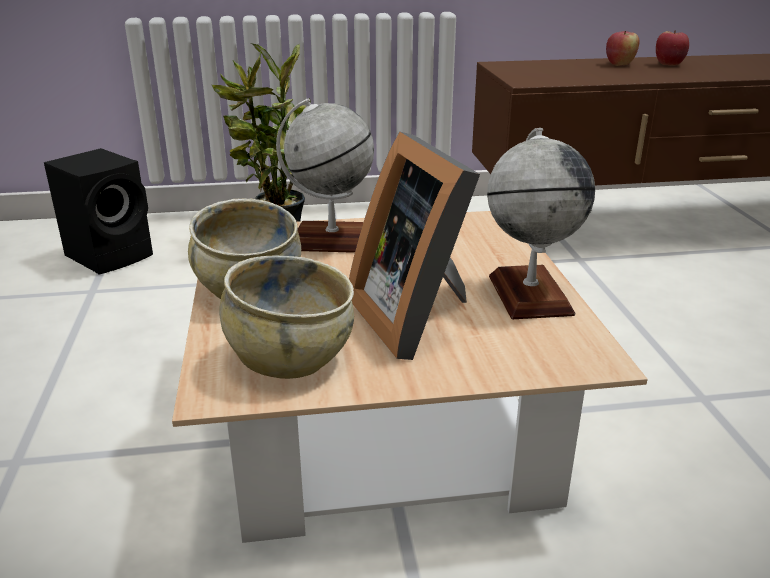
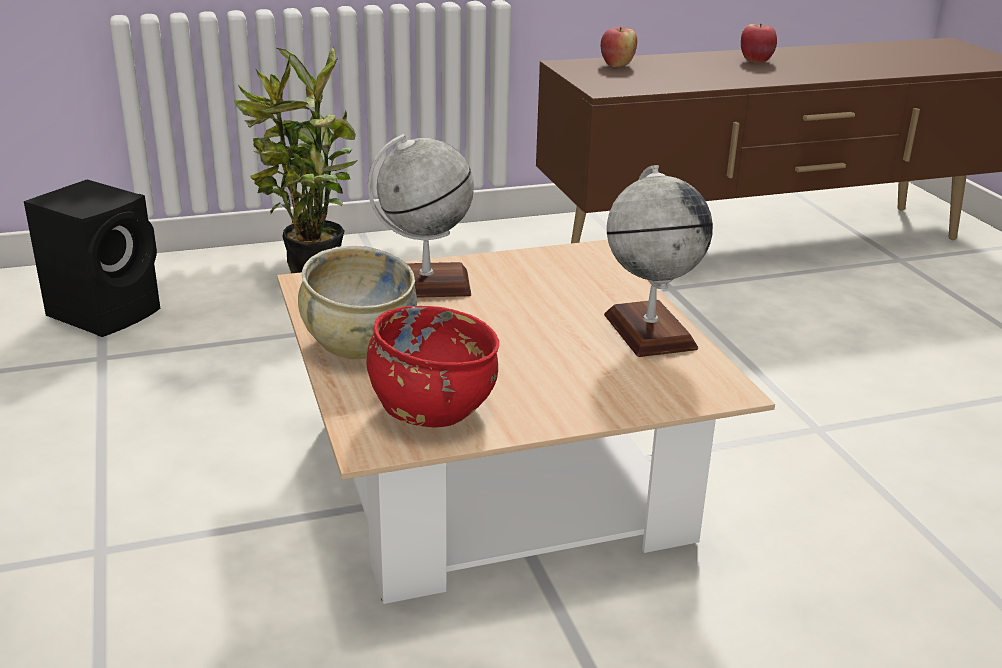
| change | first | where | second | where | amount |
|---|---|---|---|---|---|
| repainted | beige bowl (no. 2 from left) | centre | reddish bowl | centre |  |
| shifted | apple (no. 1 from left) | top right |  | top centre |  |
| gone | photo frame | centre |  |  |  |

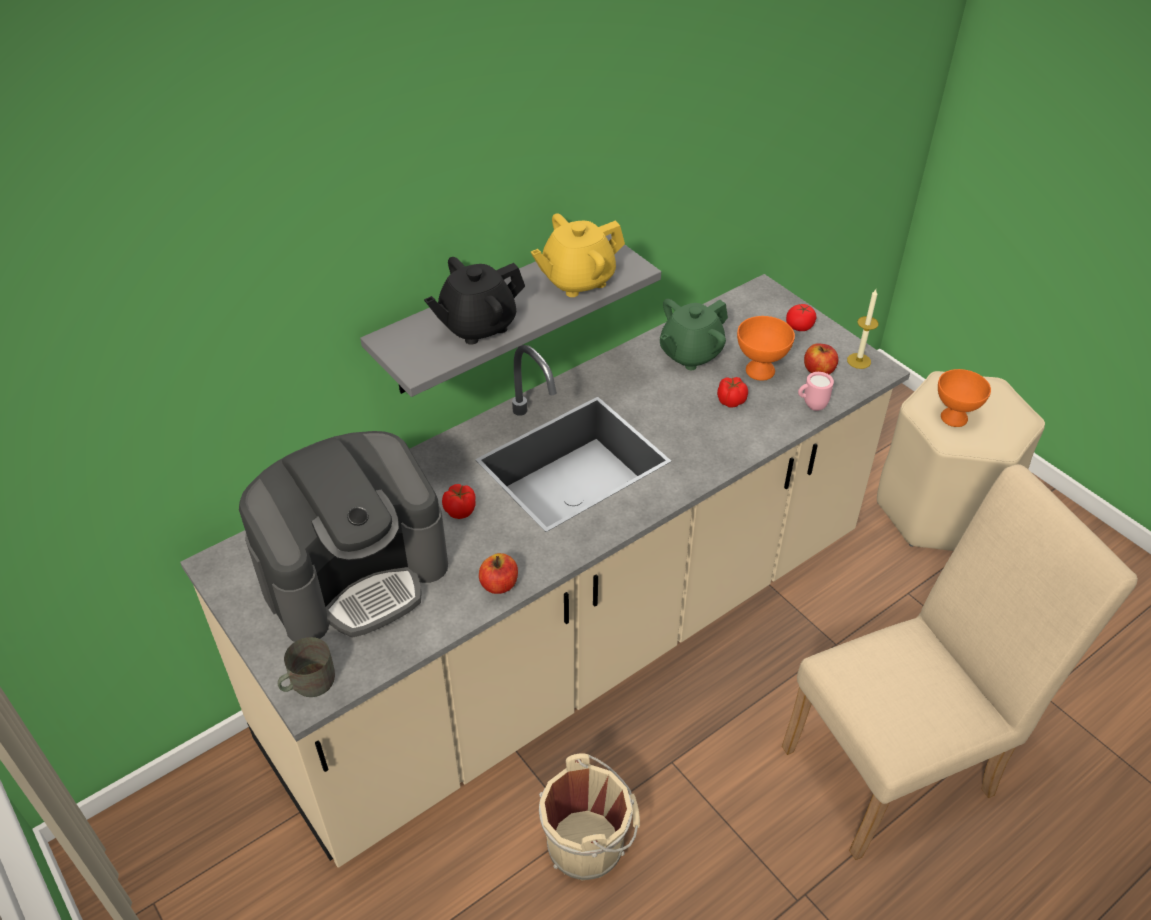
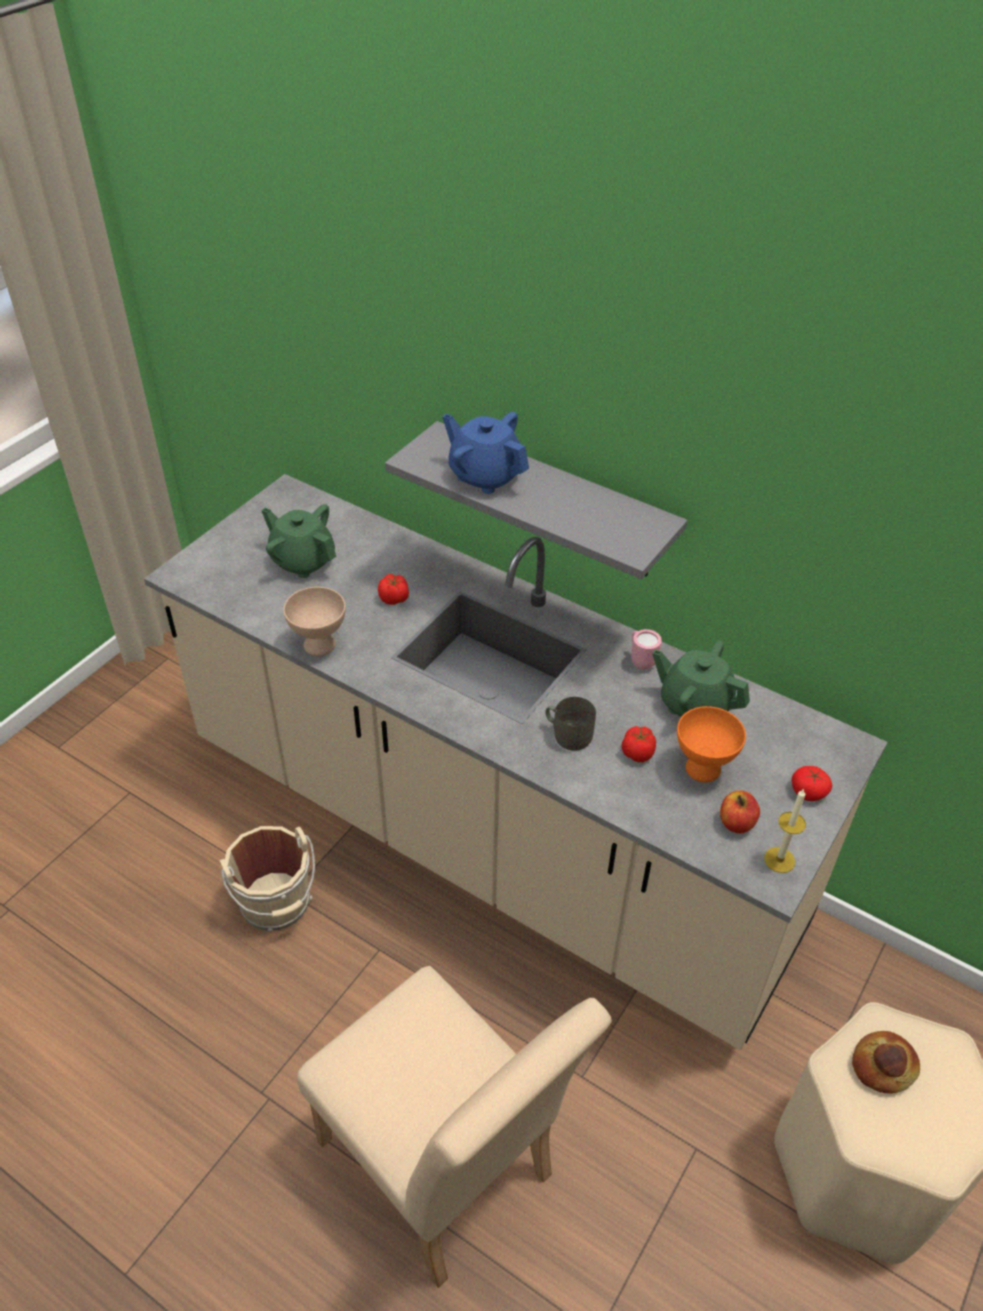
| change | first | where | second | where | amount |
|---|---|---|---|---|---|
| swapped | coffee maker | middle left | green teapot (no. 1 from left) | middle left |  |
| swapped | apple (no. 1 from left) | centre | beige bowl | middle left |  |
| repainted | black-coloured teapot | top centre | bluish teapot | centre |  |
| shifted | grey mug | bottom left |  | centre |  |
| shifted | pinkish mug | middle right |  | centre |  |
| swapped | orangey bowl (no. 2 from left) | middle right | bakery bread | bottom right |  |
| gone | yellow-coloured teapot | top centre |  |  |  |

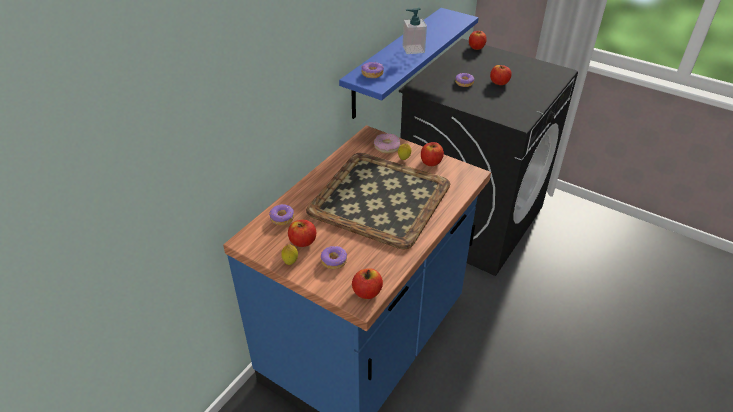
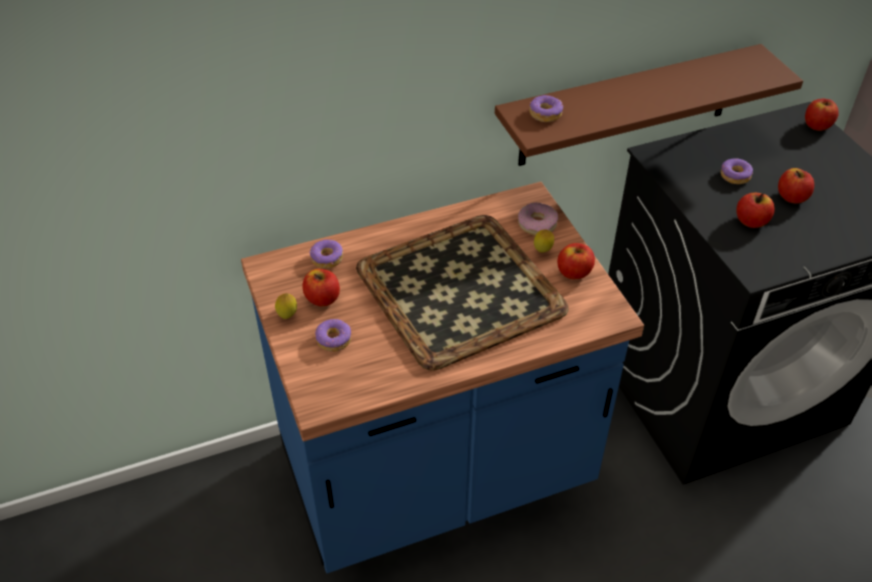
| change | first | where | second | where | amount |
|---|---|---|---|---|---|
| repainted | bluish shelf | top centre | brownish shelf | top right |  |
| shifted | apple (no. 2 from left in the first image) | bottom centre | apple (no. 3 from left) | middle right |  |
| gone | soap bottle | top centre |  |  |  |

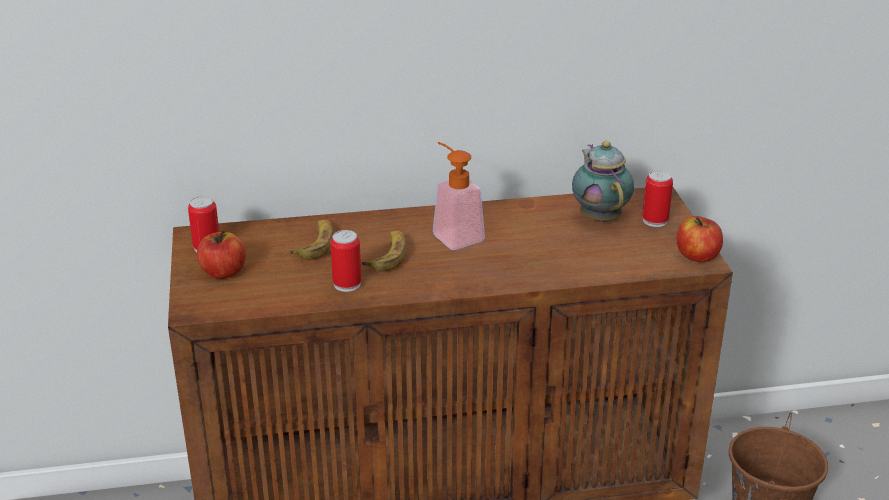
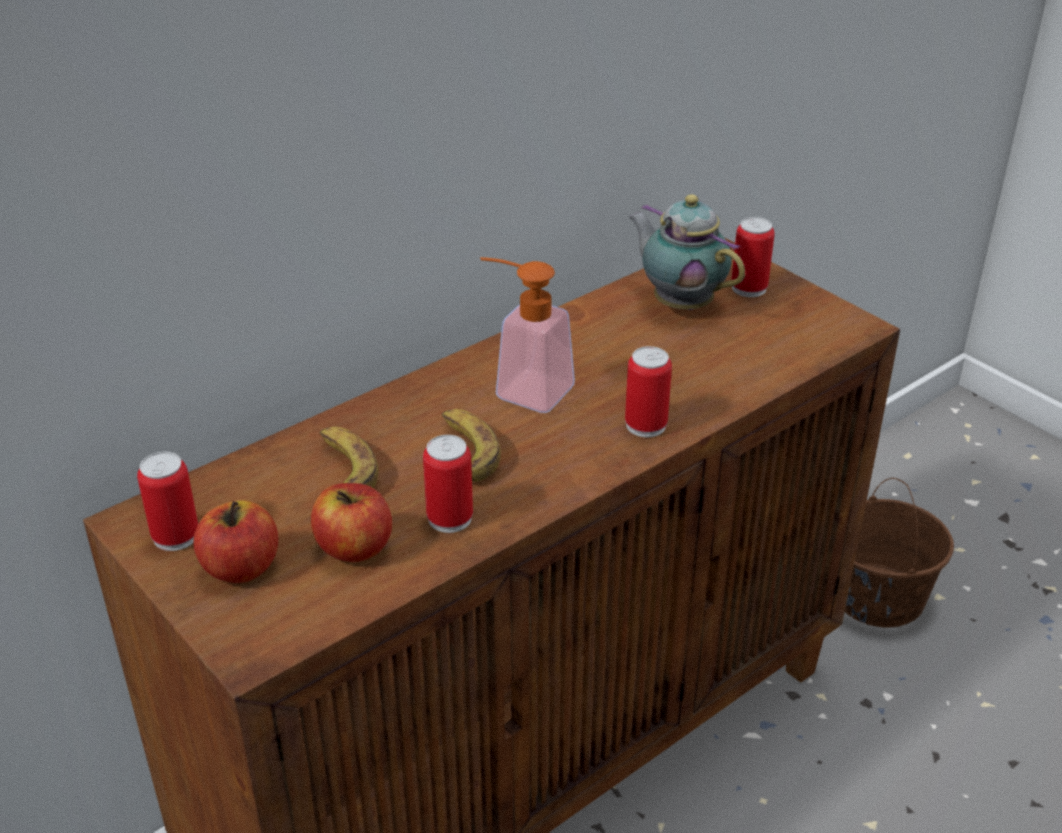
| change | first | where | second | where | amount |
|---|---|---|---|---|---|
| shifted | apple (no. 2 from left) | middle right |  | middle left |  |
| new |  |  | metal can (no. 3 from left) | centre |  |

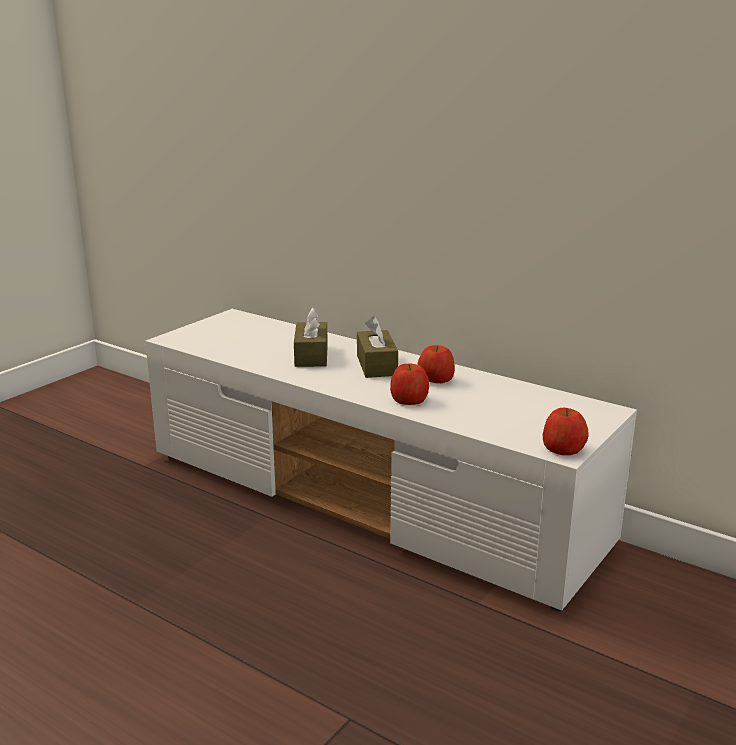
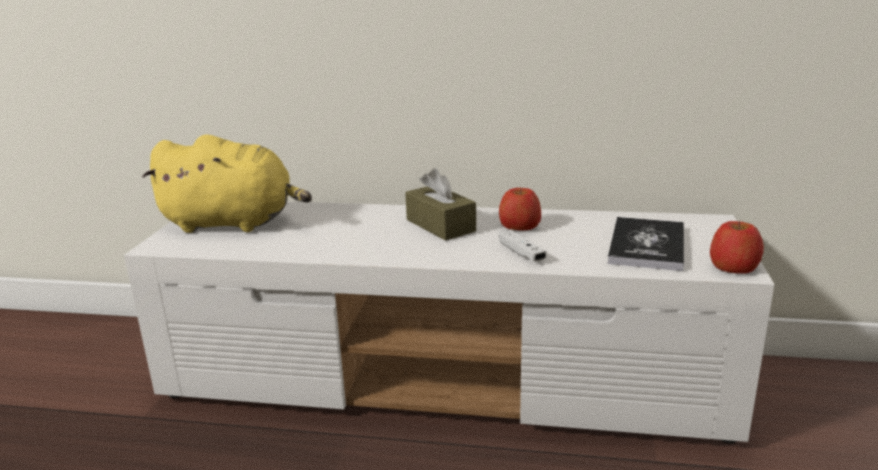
| change | first | where | second | where | amount |
|---|---|---|---|---|---|
| new |  |  | yellow-coloured soft toy | middle left |  |
| swapped | apple (no. 1 from left) | centre | white game controller | centre |  |
| new |  |  | volume | middle right |  |
| gone | brownish tissue box (no. 1 from left) | centre |  |  |  |

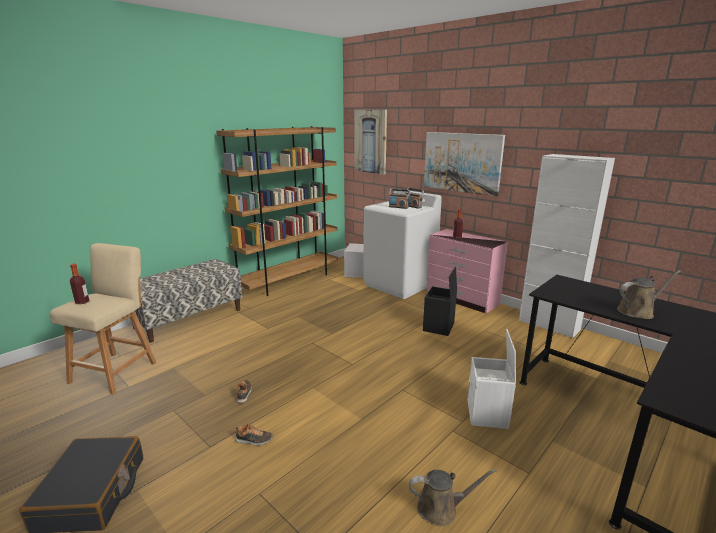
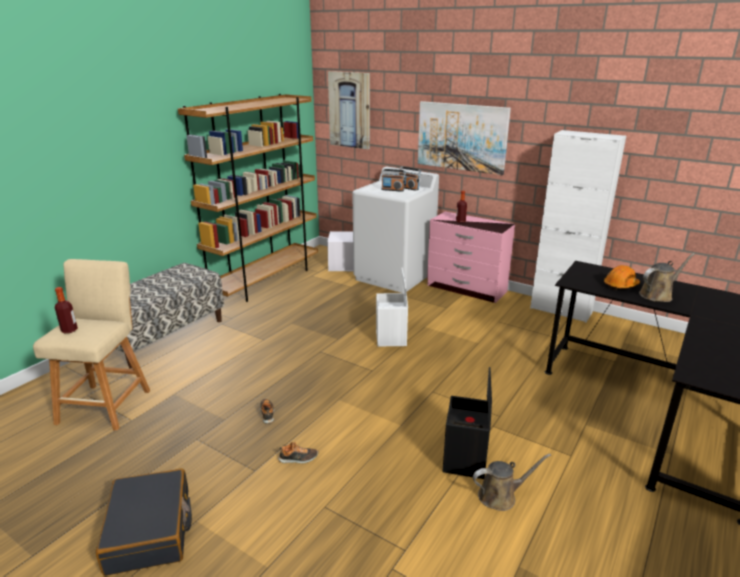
| change | first | where | second | where | amount |
|---|---|---|---|---|---|
| shifted | white storage bin (no. 2 from left) | bottom right |  | centre |  |
| shifted | black-coloured storage bin | centre |  | bottom centre |  |
| new |  |  | orangey safety helmet | middle right |  |

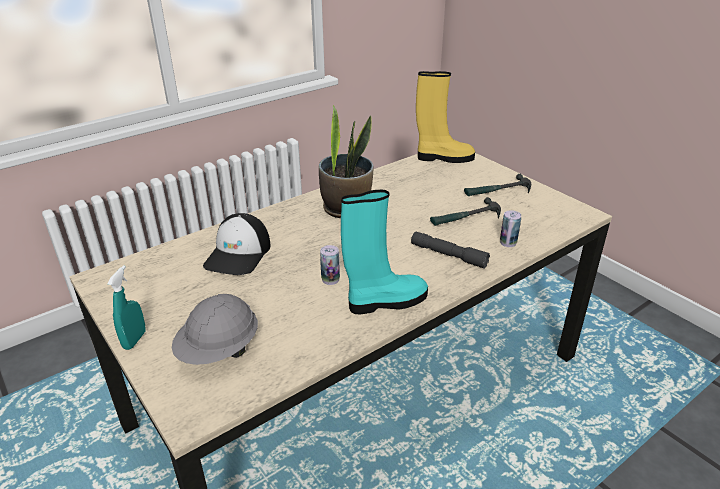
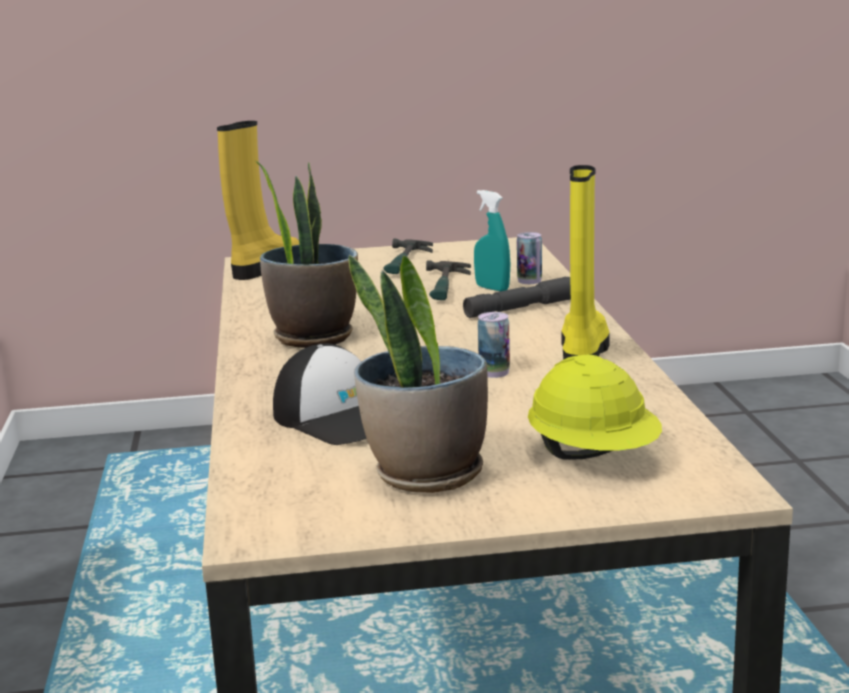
| change | first | where | second | where | amount |
|---|---|---|---|---|---|
| new |  |  | houseplant (no. 2 from left) | centre |  |
| shifted | turquoise spray bottle | middle left |  | centre |  |
| repainted | grey safety helmet | bottom left | yellow-coloured safety helmet | middle right |  |
| repainted | turquoise boot | centre | yellow-coloured boot (no. 2 from left) | middle right |  |

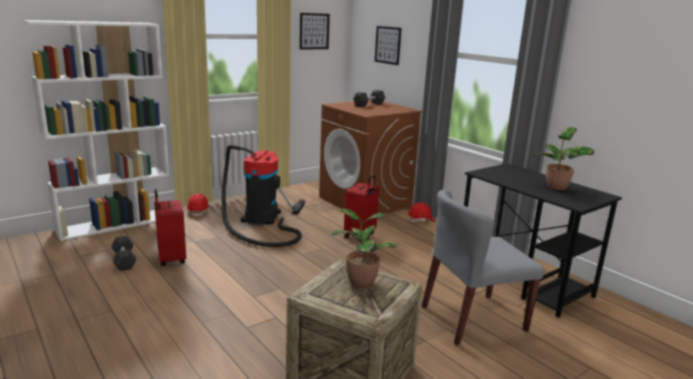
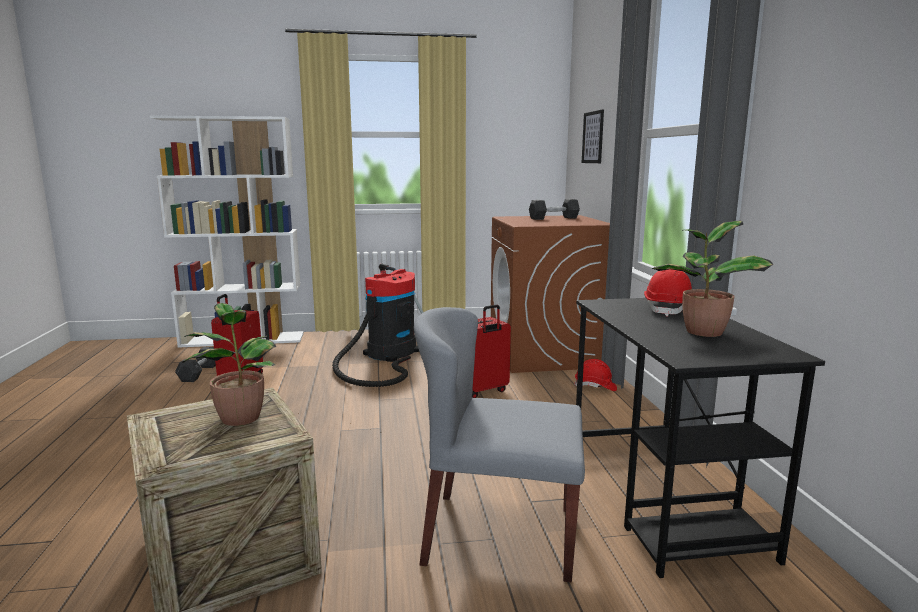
| change | first | where | second | where | amount |
|---|---|---|---|---|---|
| shifted | reddish safety helmet (no. 1 from left in the first image) | middle left | reddish safety helmet (no. 2 from left) | middle right |  |
| gone | wall picture (no. 1 from left) | top centre |  |  |  |

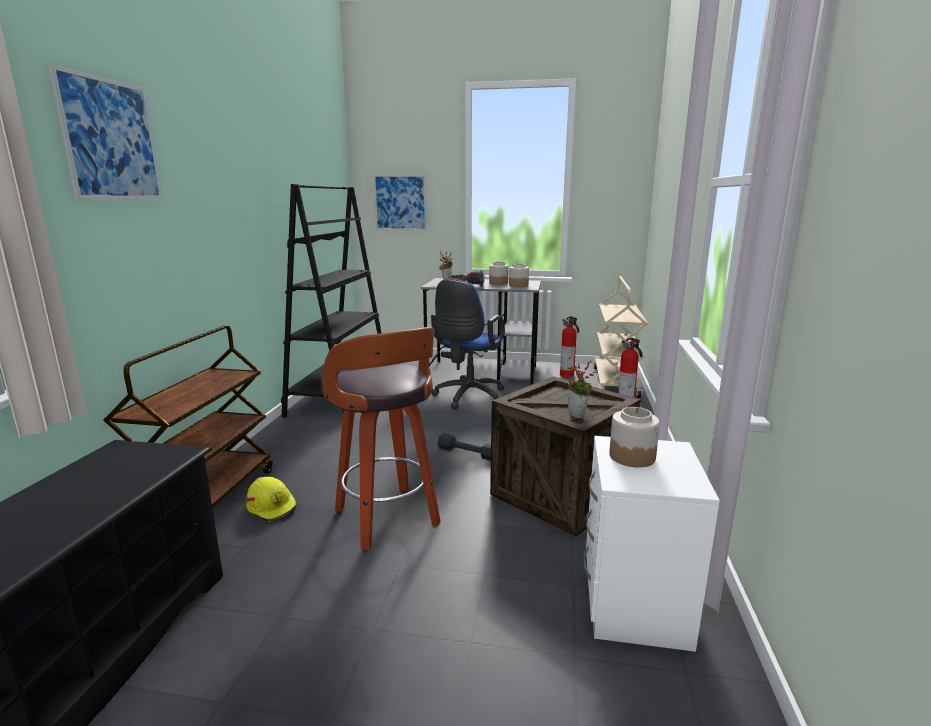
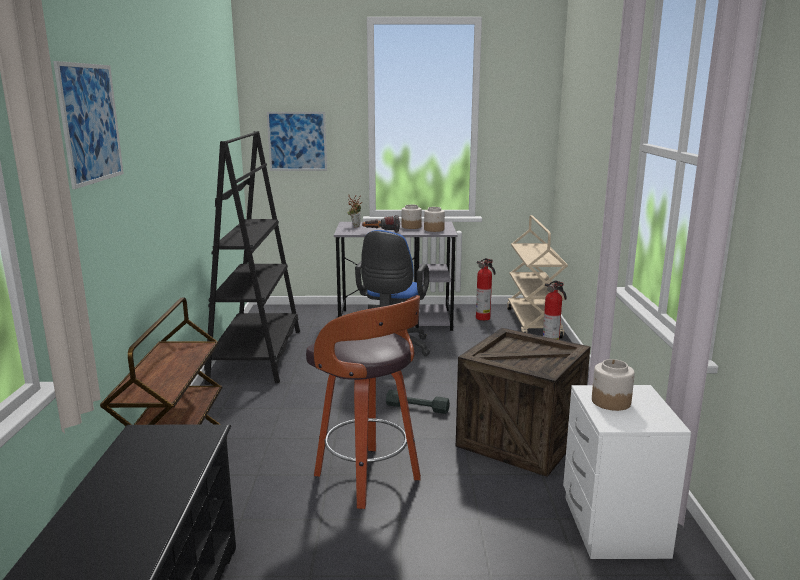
| change | first | where | second | where | amount |
|---|---|---|---|---|---|
| gone | yellow-coloured safety helmet | bottom left |  |  |  |
| gone | houseplant (no. 2 from left) | centre |  |  |  |

